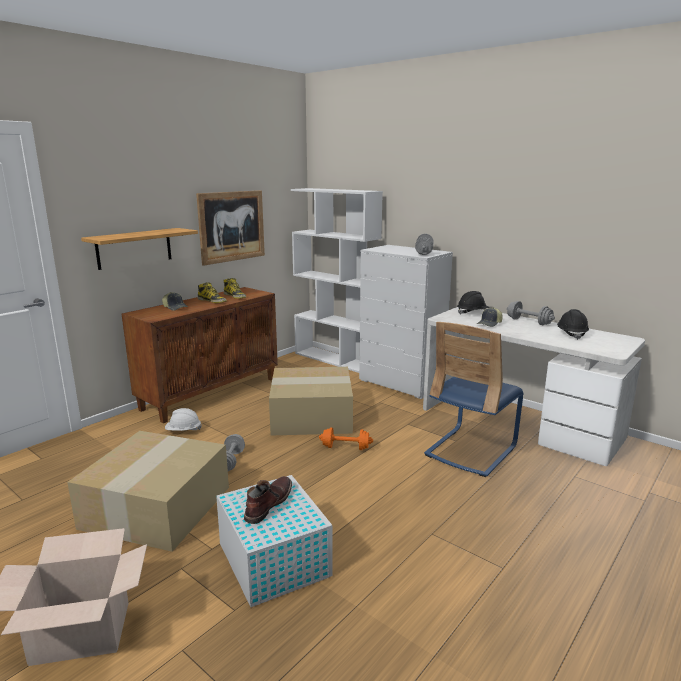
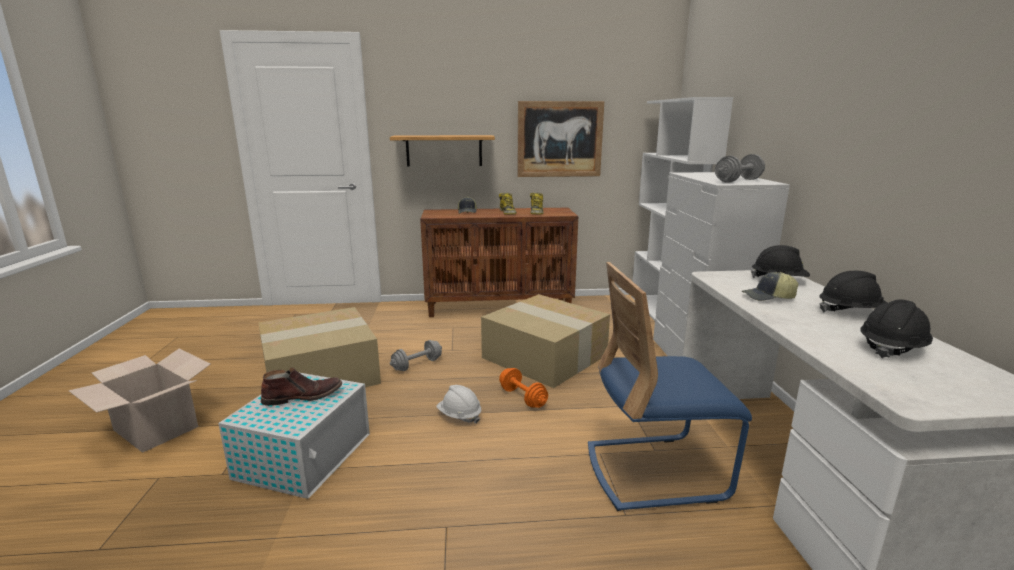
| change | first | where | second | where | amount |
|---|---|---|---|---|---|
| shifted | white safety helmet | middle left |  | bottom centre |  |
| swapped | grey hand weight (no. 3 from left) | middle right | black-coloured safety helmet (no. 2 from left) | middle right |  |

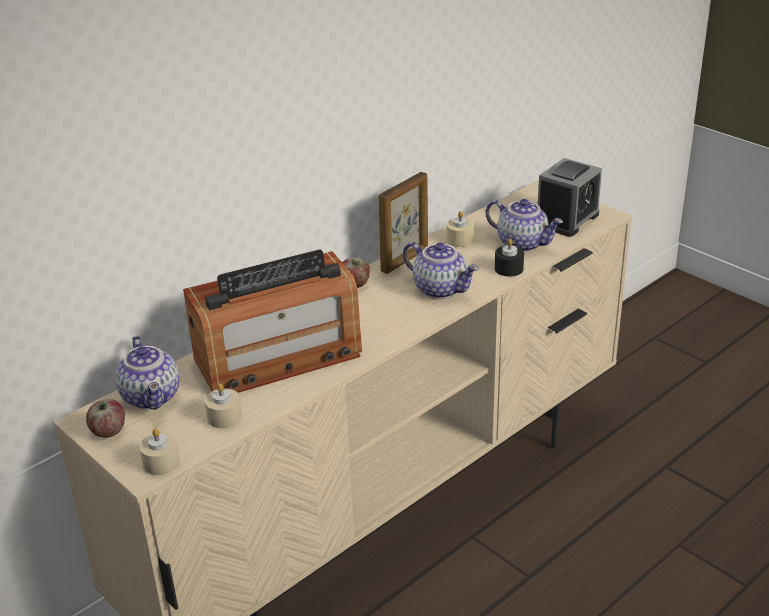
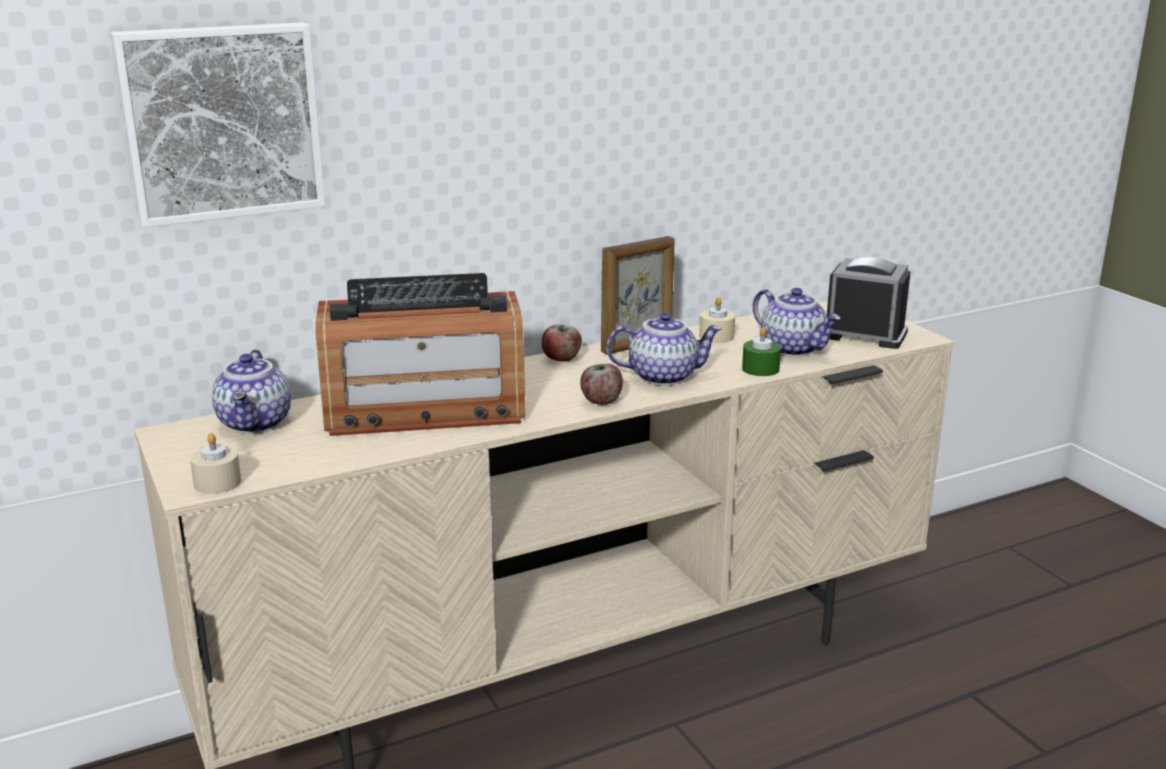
| change | first | where | second | where | amount |
|---|---|---|---|---|---|
| new |  |  | wall picture | top left |  |
| shifted | apple (no. 1 from left in the first image) | bottom left | apple (no. 2 from left) | centre |  |
| rotated | teapot (no. 2 from left) | centre |  | centre | 60 degrees counterclockwise |
| repainted | black-coloured wax candle | centre | green wax candle | centre |  |
| rotated | table clock | top right |  | middle right | 120 degrees counterclockwise |
| gone | beige wax candle (no. 2 from left) | middle left |  |  |  |

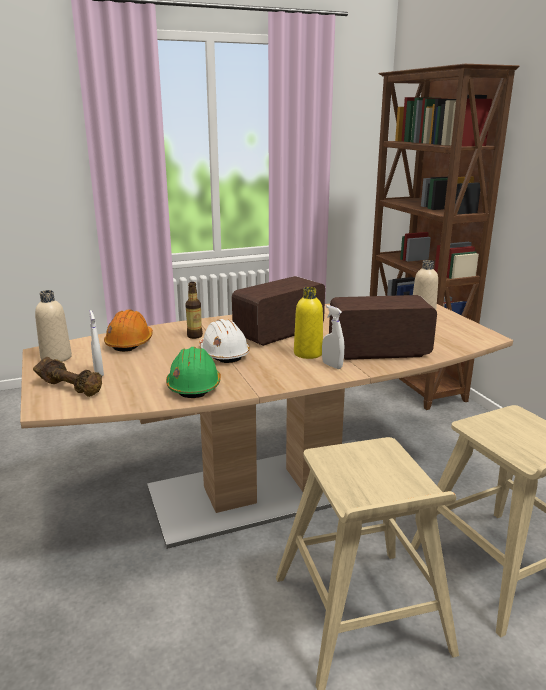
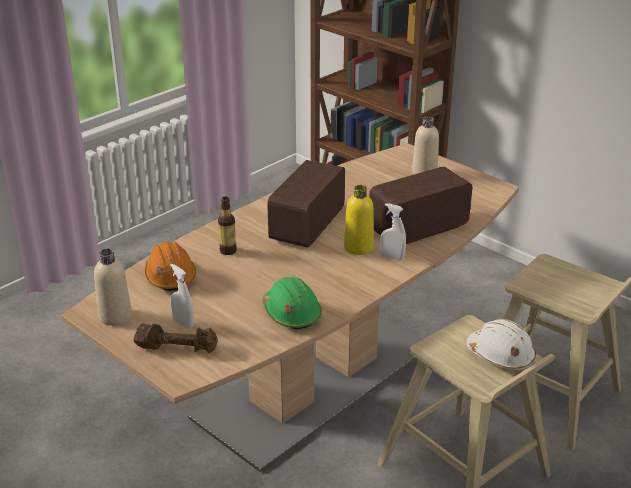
| change | first | where | second | where | amount |
|---|---|---|---|---|---|
| shifted | white safety helmet | centre |  | bottom right |  |

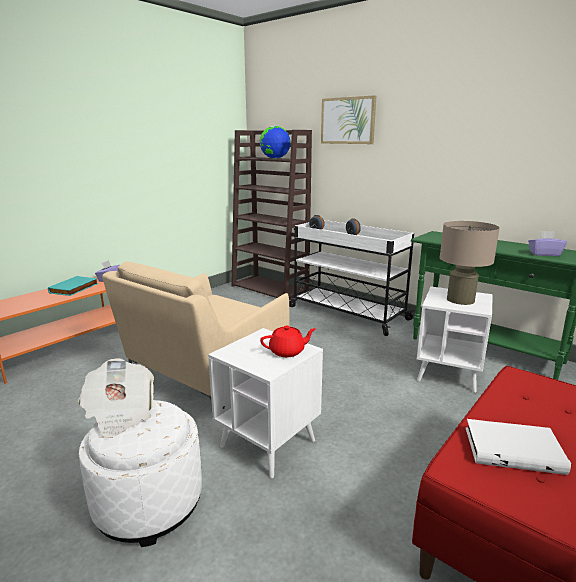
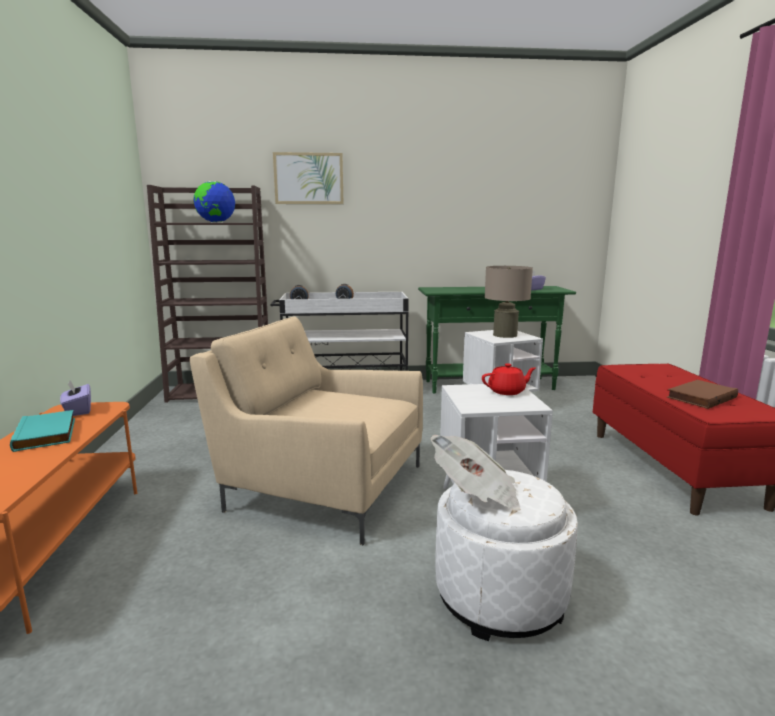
| change | first | where | second | where | amount |
|---|---|---|---|---|---|
| rotated | beige easy chair | centre |  | centre | 120 degrees clockwise |
| rotated | reddish teapot | centre |  | centre | 45 degrees clockwise |
| repainted | white volume | bottom right | brownish volume | middle right |  |

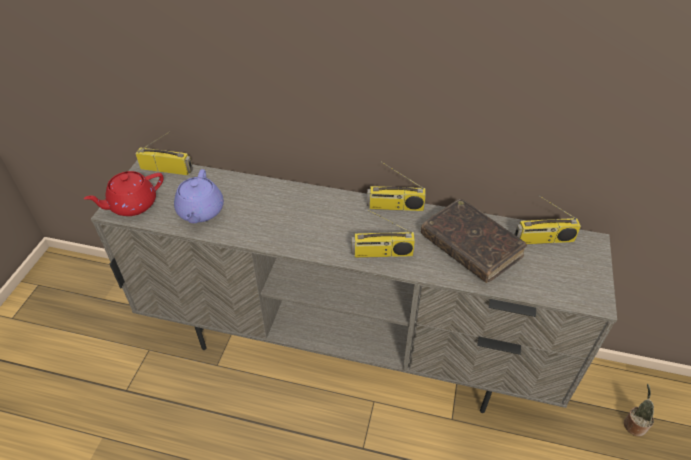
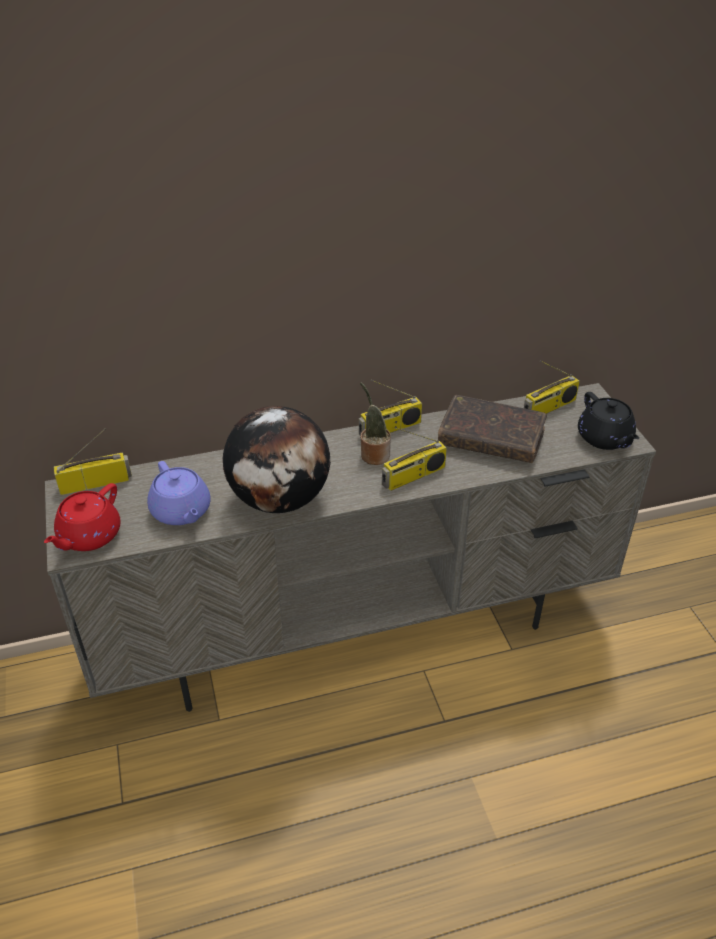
| change | first | where | second | where | amount |
|---|---|---|---|---|---|
| new |  |  | globe | centre |  |
| shifted | houseplant | bottom right |  | centre |  |
| new |  |  | black-coloured teapot | middle right |  |

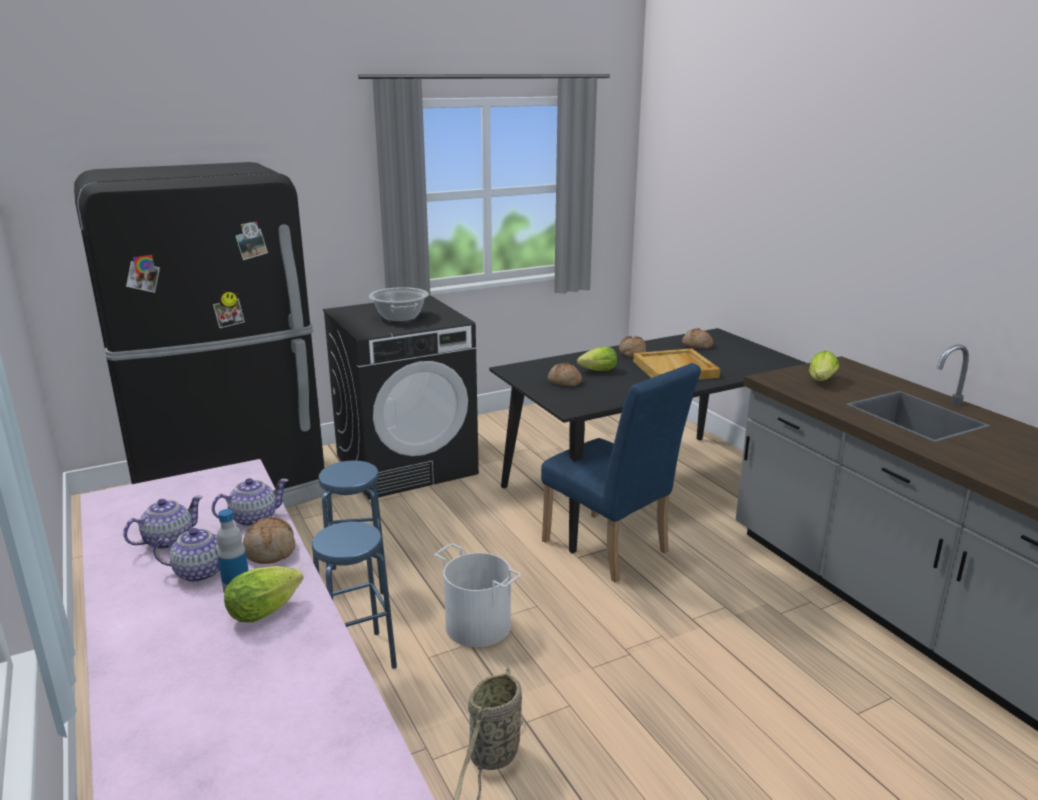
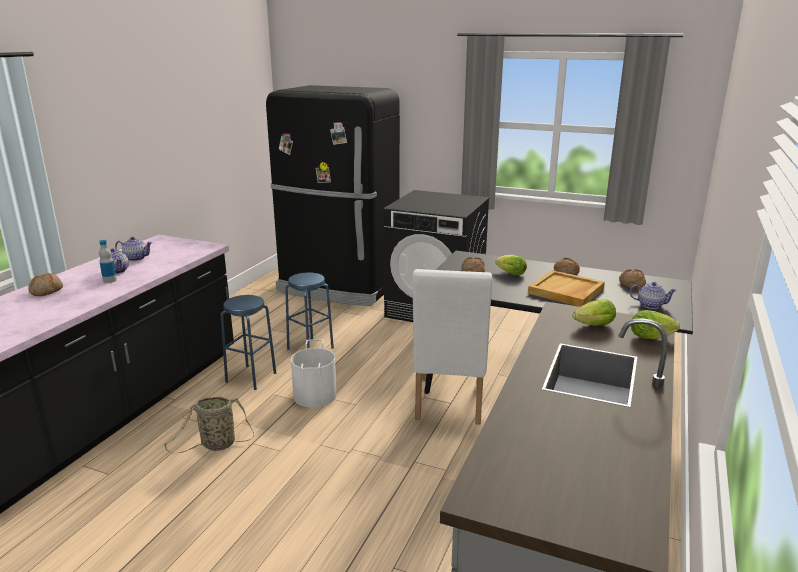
| change | first | where | second | where | amount |
|---|---|---|---|---|---|
| shifted | bakery bread (no. 1 from left) | bottom left |  | middle left |  |
| repainted | bluish plain chair | centre | white plain chair | centre |  |
| shifted | teapot (no. 3 from left) | middle left |  | middle right |  |
| shifted | lettuce (no. 1 from left in the first image) | bottom left | lettuce (no. 3 from left) | middle right |  |
| gone | saucepot | centre |  |  |  |

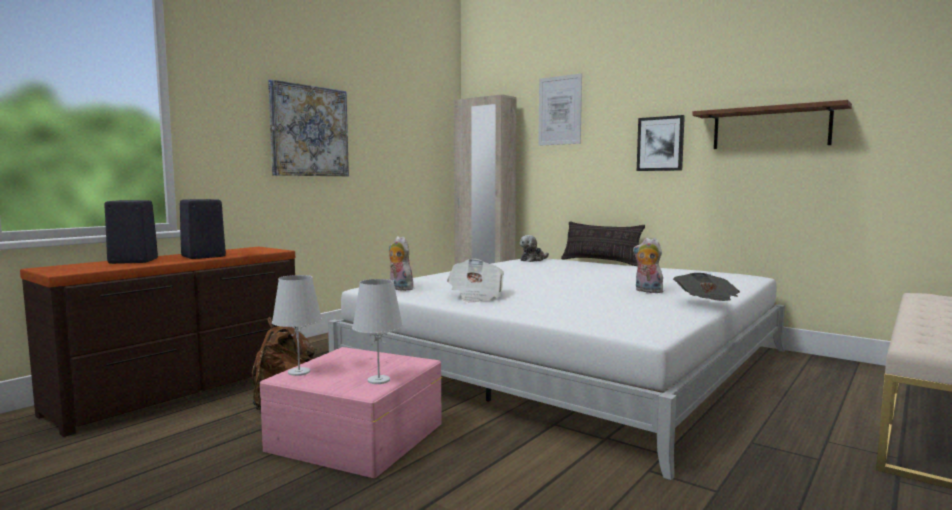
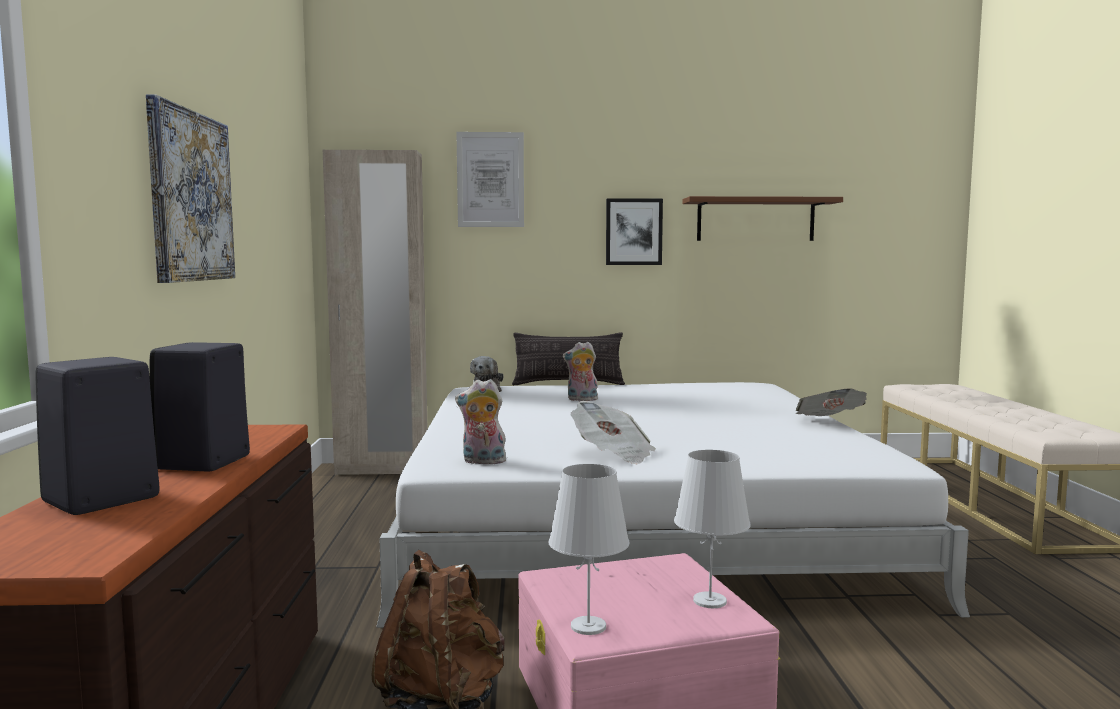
| change | first | where | second | where | amount |
|---|---|---|---|---|---|
| shifted | soft toy (no. 3 from left) | middle right |  | centre |  |

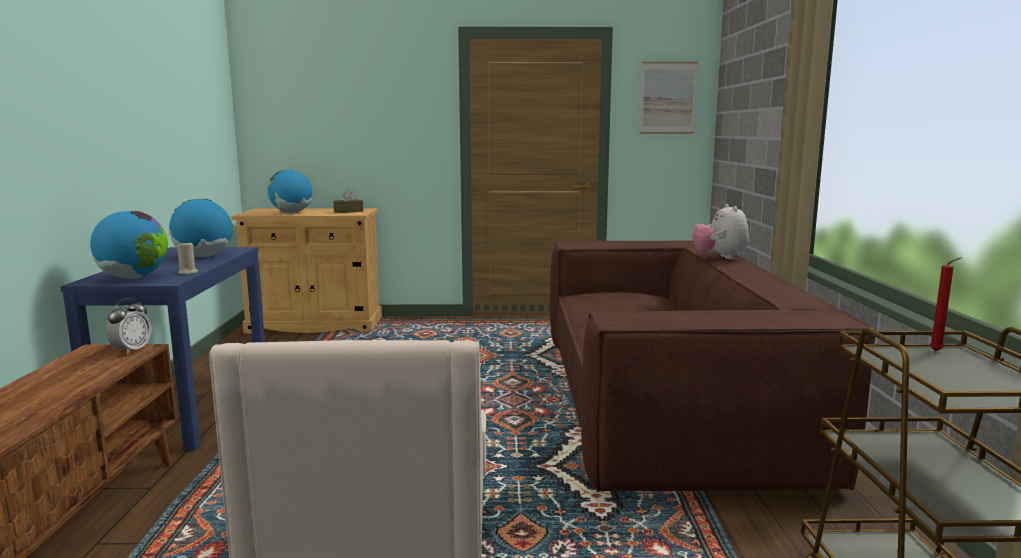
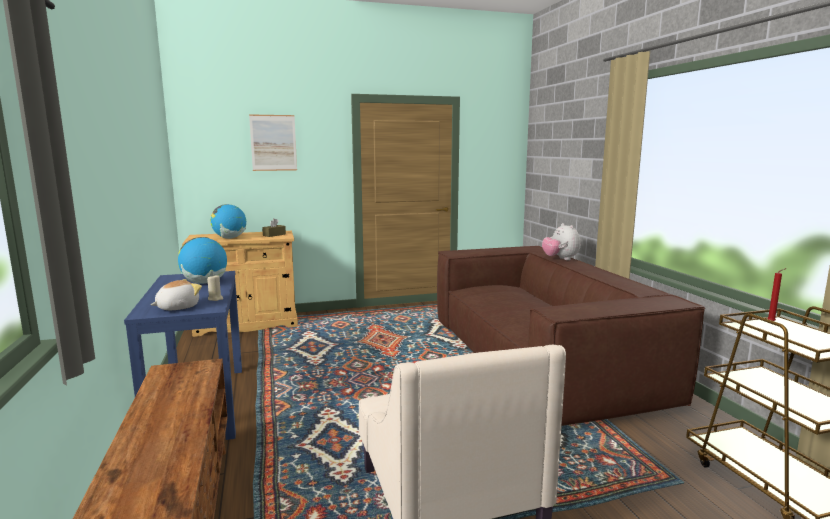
| change | first | where | second | where | amount |
|---|---|---|---|---|---|
| swapped | globe (no. 1 from left) | middle left | soft toy (no. 1 from left) | middle left |  |
| shifted | wall picture | top centre |  | top left |  |
| gone | table clock | middle left |  |  |  |

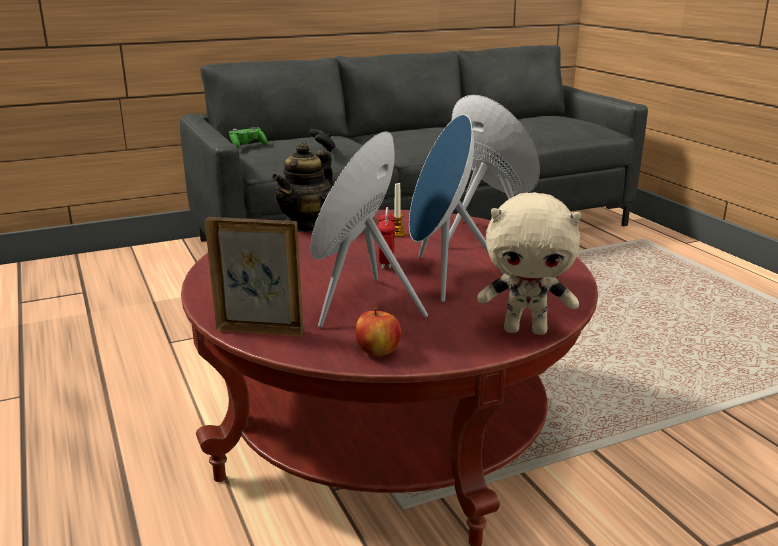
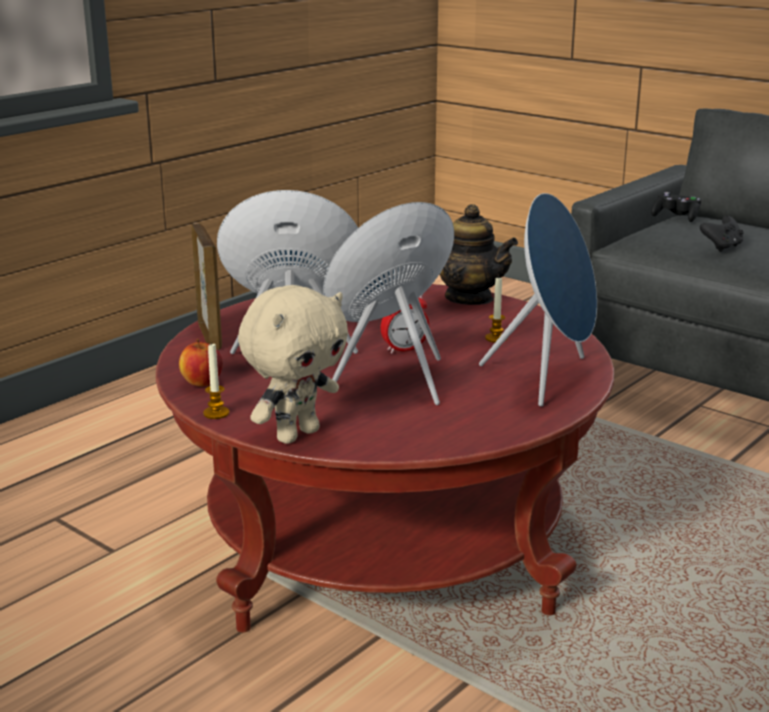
| change | first | where | second | where | amount |
|---|---|---|---|---|---|
| new |  |  | wax candle (no. 1 from left) | middle left |  |
| rotated | beige soft toy | middle right |  | centre | 120 degrees counterclockwise |
| rotated | teapot | centre |  | centre | 150 degrees counterclockwise |
| repainted | green game controller | top left | black-coloured game controller (no. 1 from left) | top right |  |

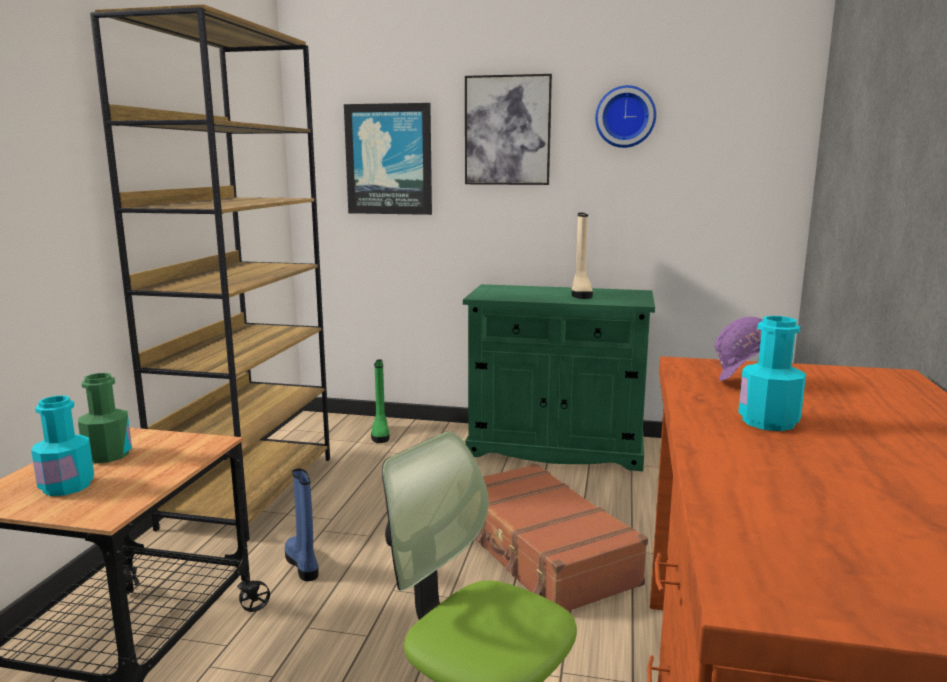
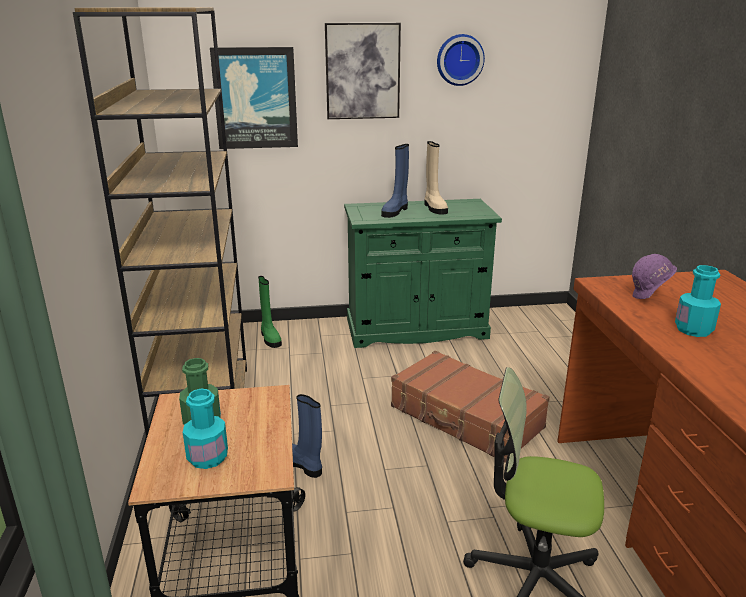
| change | first | where | second | where | amount |
|---|---|---|---|---|---|
| new |  |  | bluish boot (no. 2 from left) | top centre |  |

